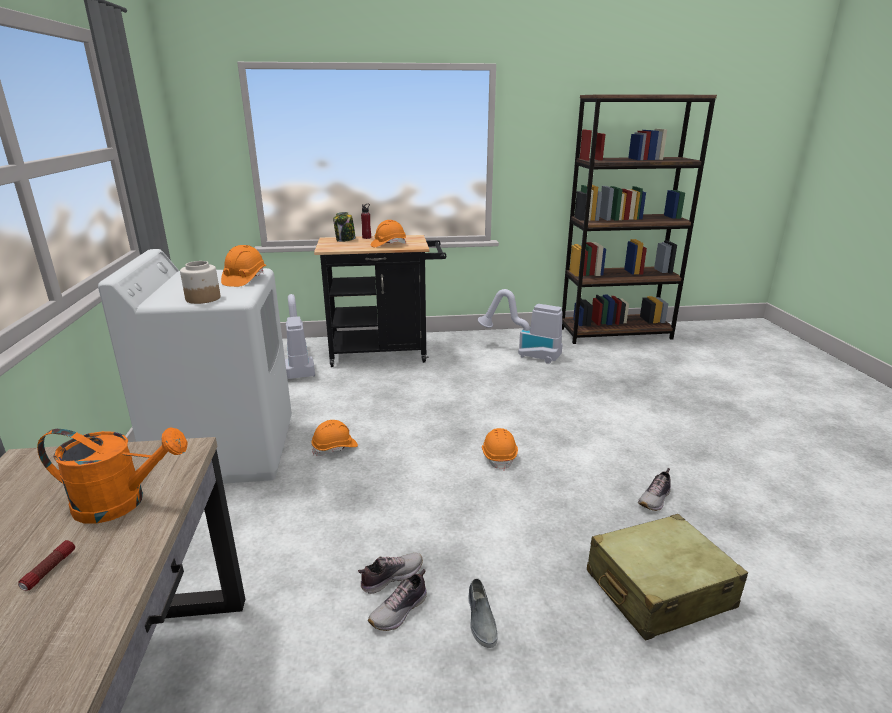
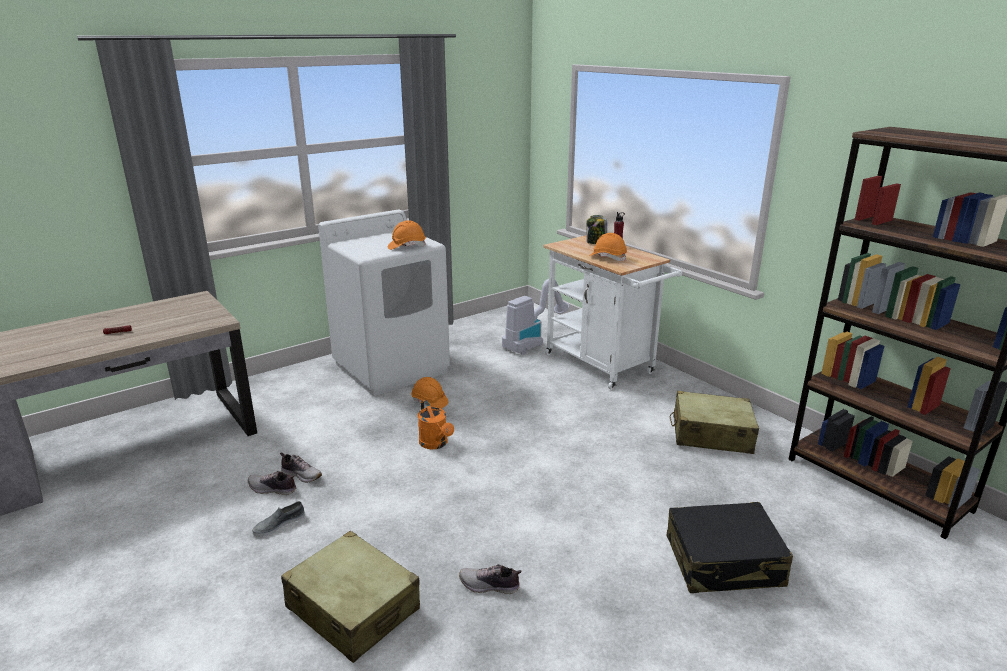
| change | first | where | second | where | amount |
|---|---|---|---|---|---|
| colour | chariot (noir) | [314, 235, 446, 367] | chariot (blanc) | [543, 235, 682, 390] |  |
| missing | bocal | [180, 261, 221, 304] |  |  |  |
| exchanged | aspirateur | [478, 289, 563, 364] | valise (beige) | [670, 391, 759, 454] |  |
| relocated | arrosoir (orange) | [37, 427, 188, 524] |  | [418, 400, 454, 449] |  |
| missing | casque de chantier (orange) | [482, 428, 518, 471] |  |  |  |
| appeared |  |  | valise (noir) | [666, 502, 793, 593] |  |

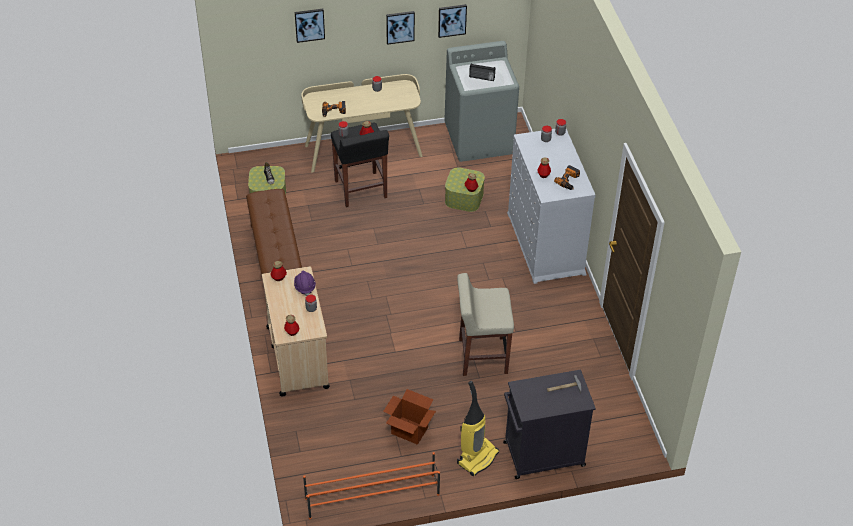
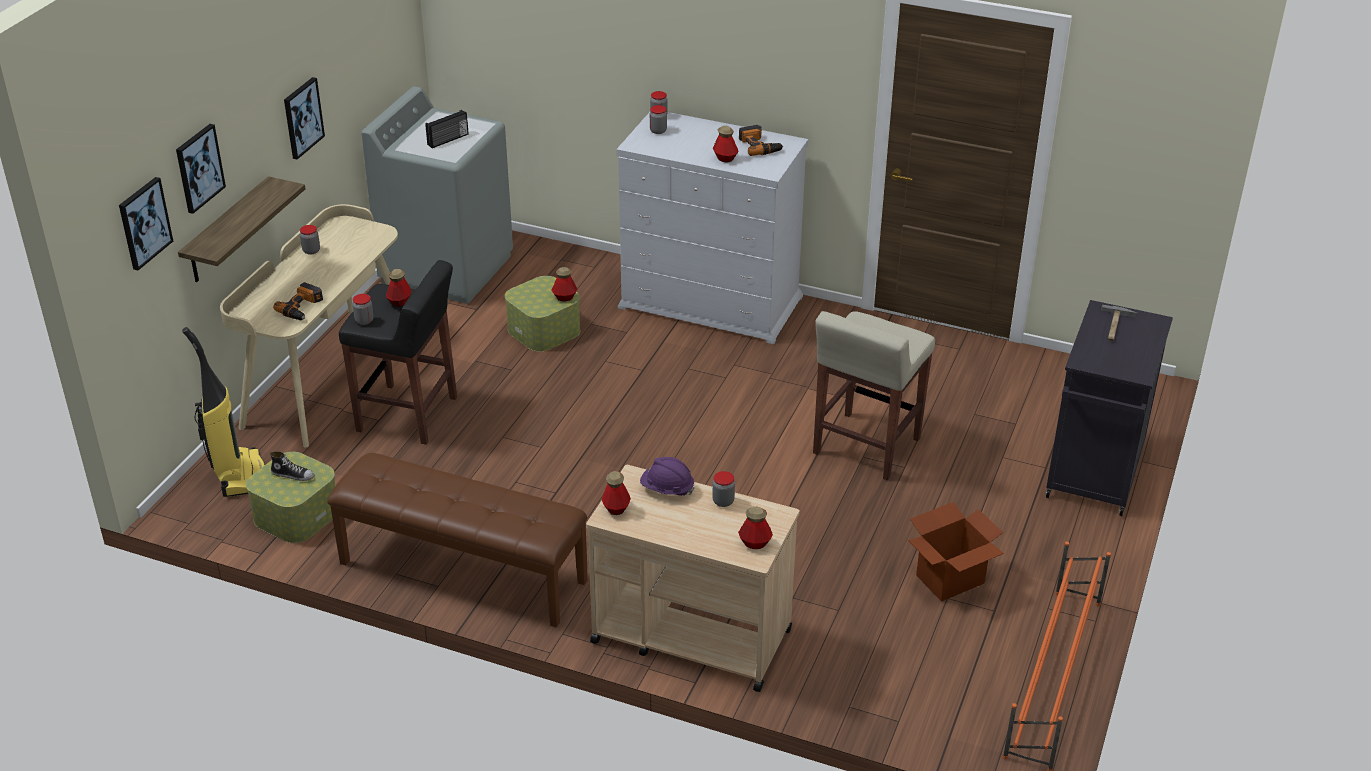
| change | first | where | second | where | amount |
|---|---|---|---|---|---|
| relocated | tableau | [438, 4, 467, 38] |  | [119, 177, 173, 270] |  |
| relocated | aspirateur | [457, 381, 499, 476] |  | [182, 327, 265, 497] |  |
| appeared |  |  | étagère | [178, 176, 306, 282] |  |

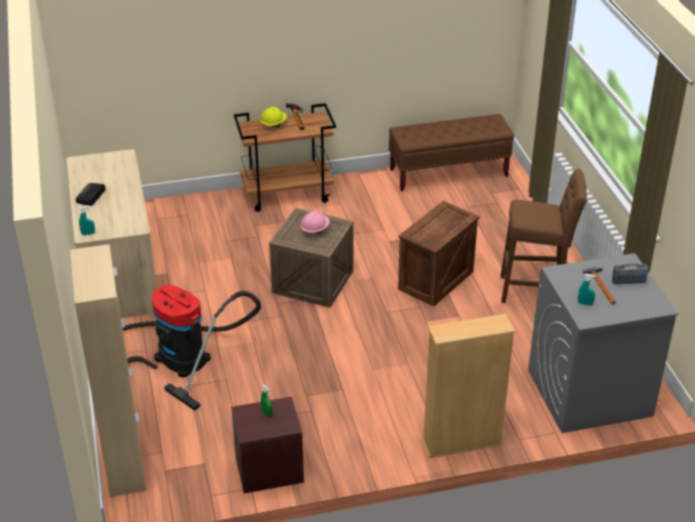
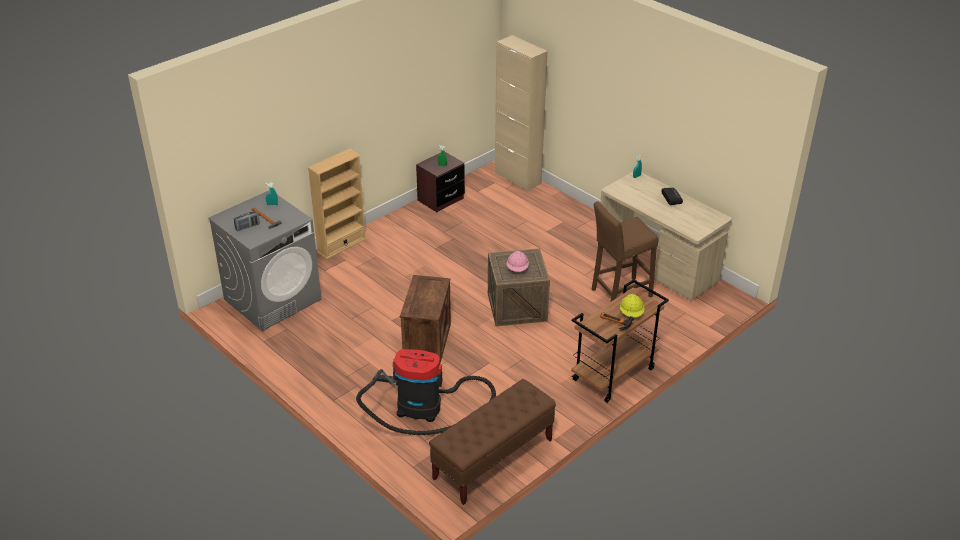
| change | first | where | second | where | amount |
|---|---|---|---|---|---|
| relocated | tabouret (marron) | [500, 168, 587, 303] |  | [592, 201, 658, 302] |  |
| relocated | aspirateur | [123, 285, 261, 411] |  | [356, 349, 496, 435] |  |

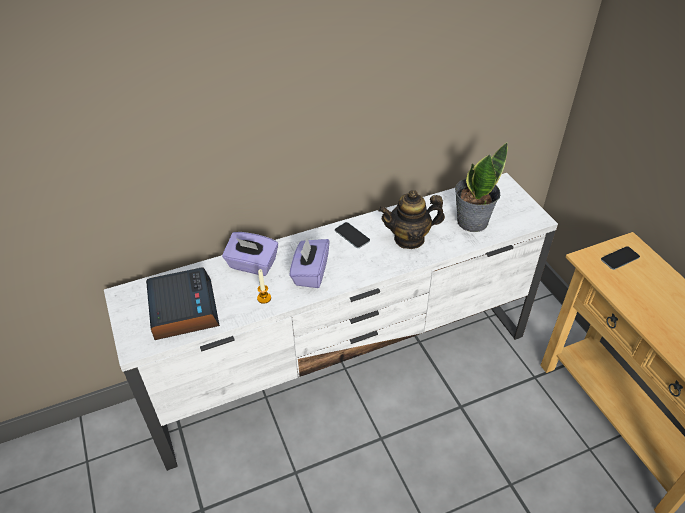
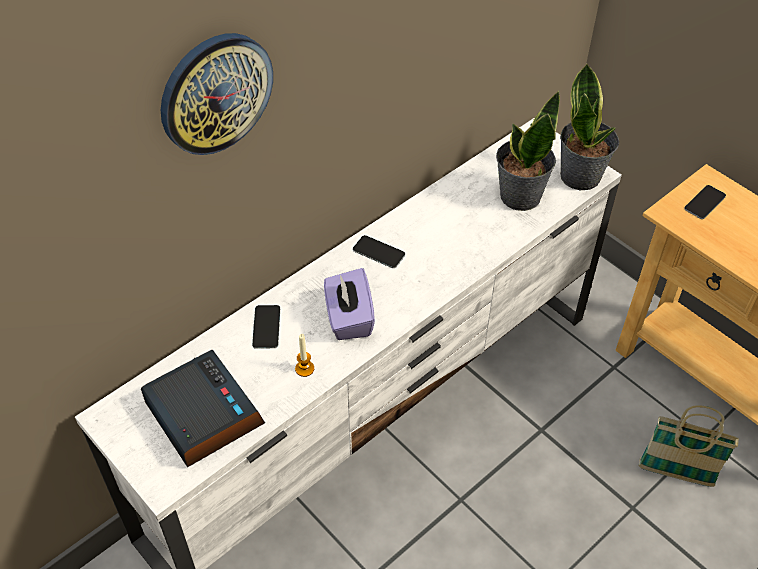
| change | first | where | second | where | amount |
|---|---|---|---|---|---|
| missing | théière | [378, 190, 445, 249] |  |  |  |
| exchanged | boîte à mouchoirs (violet) | [222, 232, 278, 276] | téléphone | [252, 305, 280, 349] |  |
| appeared |  |  | horloge murale | [161, 33, 273, 155] |  |
| appeared |  |  | plante en pot | [560, 63, 619, 190] |  |
| appeared |  |  | panier | [639, 405, 739, 487] |  |

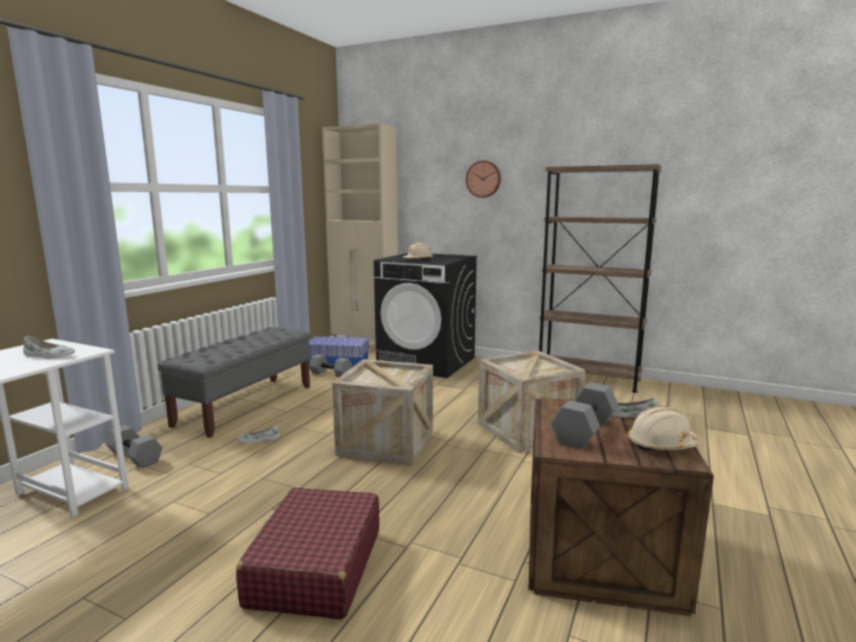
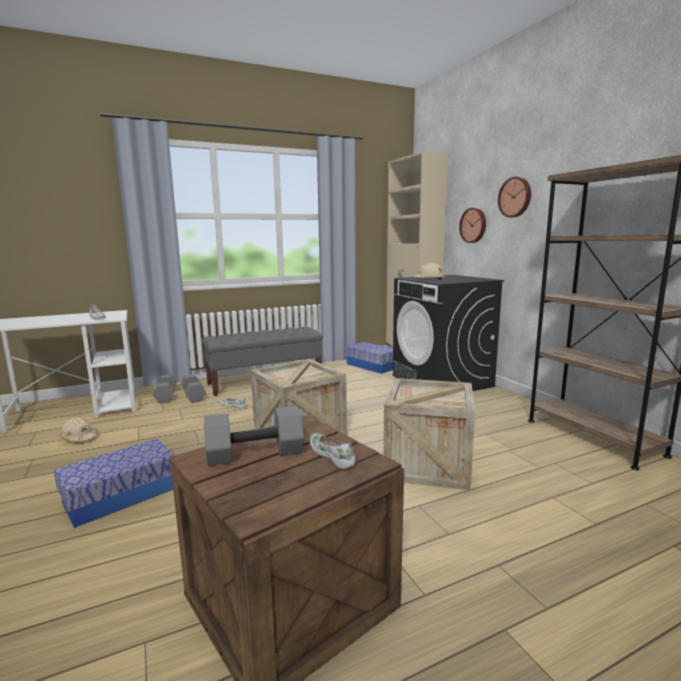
| change | first | where | second | where | amount |
|---|---|---|---|---|---|
| relocated | haltère (gris) | [309, 354, 352, 377] |  | [181, 374, 206, 403] |  |
| relocated | casque de chantier (beige) | [627, 406, 702, 450] |  | [60, 417, 97, 442] |  |
| exchanged | valise (rouge) | [236, 488, 379, 620] | boîte de rangement | [54, 438, 176, 528] |  |
| appeared |  |  | horloge murale | [459, 208, 486, 243] |  |

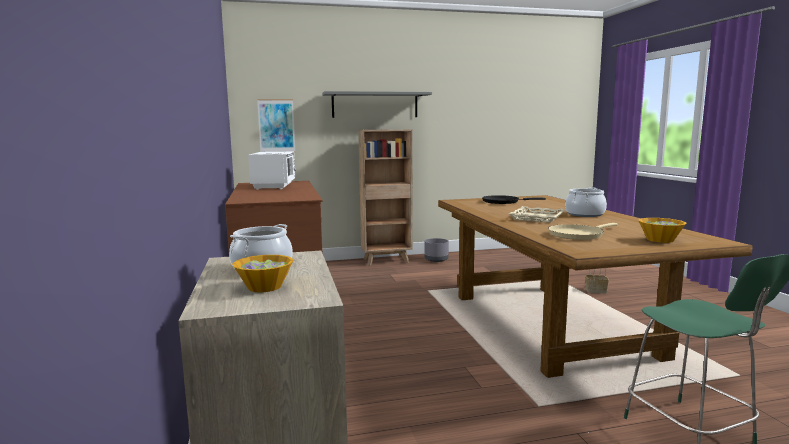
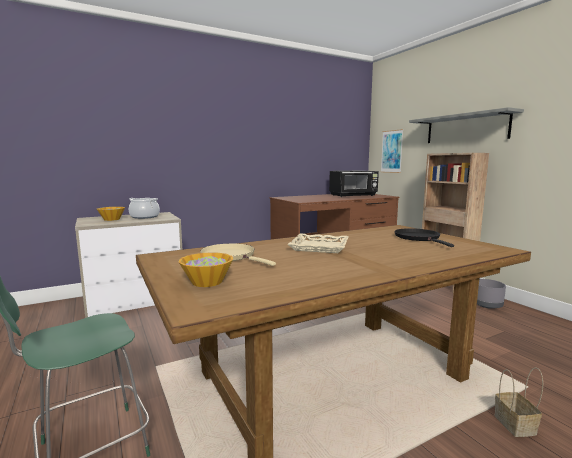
| change | first | where | second | where | amount |
|---|---|---|---|---|---|
| colour | micro-ondes (blanc) | [248, 152, 296, 190] | micro-ondes (noir) | [329, 170, 379, 197] |  |
| missing | marmite | [565, 187, 607, 217] |  |  |  |

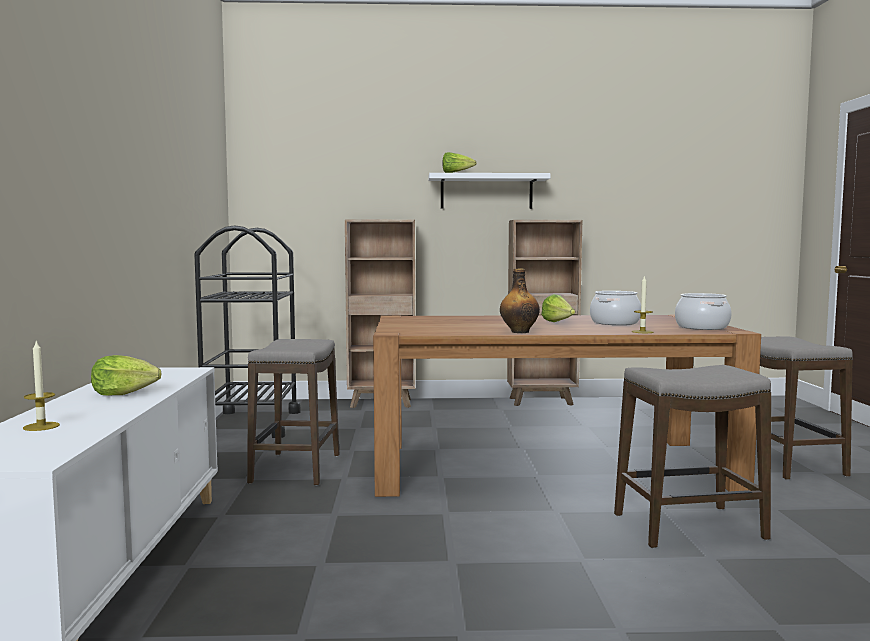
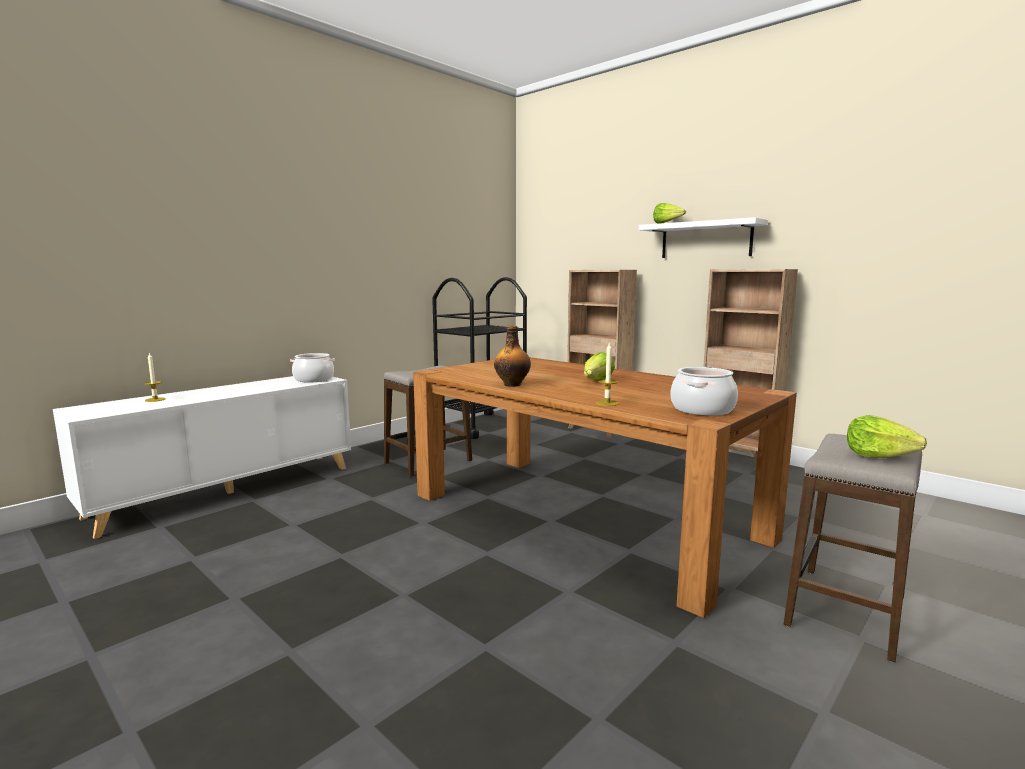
| change | first | where | second | where | amount |
|---|---|---|---|---|---|
| relocated | marmite | [590, 291, 641, 325] |  | [290, 353, 335, 383] |  |
| relocated | laitue | [91, 355, 161, 395] |  | [847, 415, 927, 458] |  |
| missing | tabouret | [614, 365, 771, 548] |  |  |  |

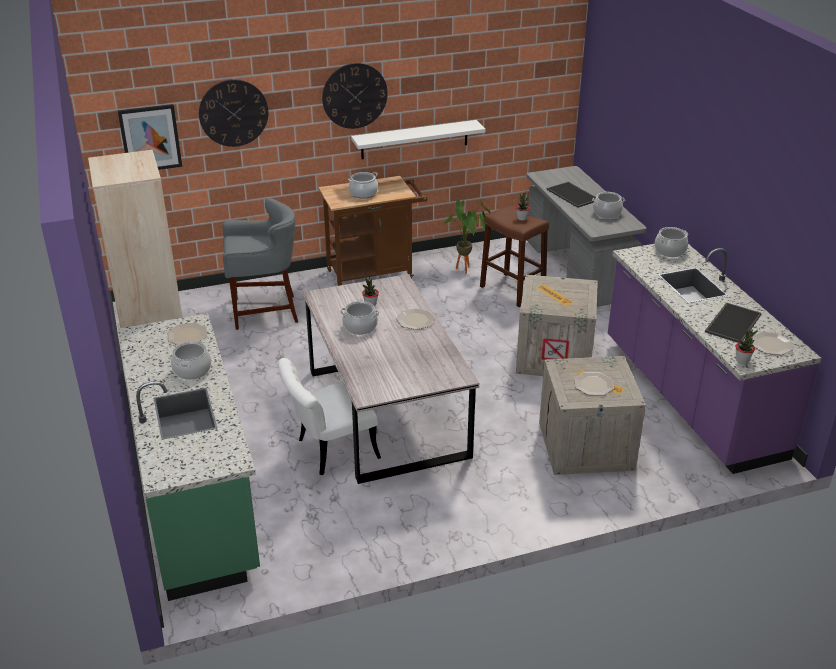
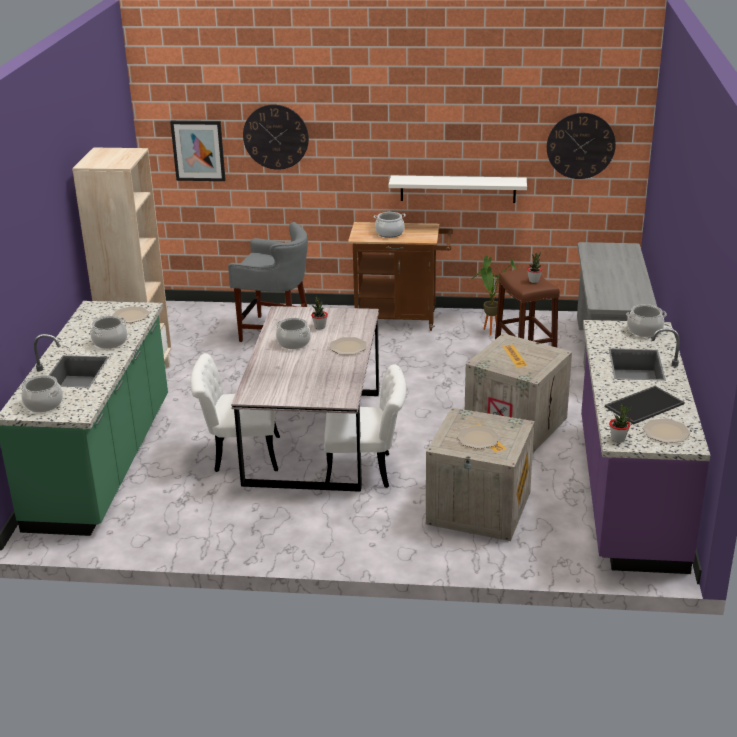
| change | first | where | second | where | amount |
|---|---|---|---|---|---|
| relocated | horloge murale | [322, 63, 388, 129] |  | [547, 113, 616, 179] |  |
| missing | plateau | [547, 182, 596, 208] |  |  |  |
| relocated | marmite | [592, 192, 625, 219] |  | [21, 375, 63, 412] |  |
| appeared |  |  | chaise (blanc) | [324, 364, 406, 488] |  |

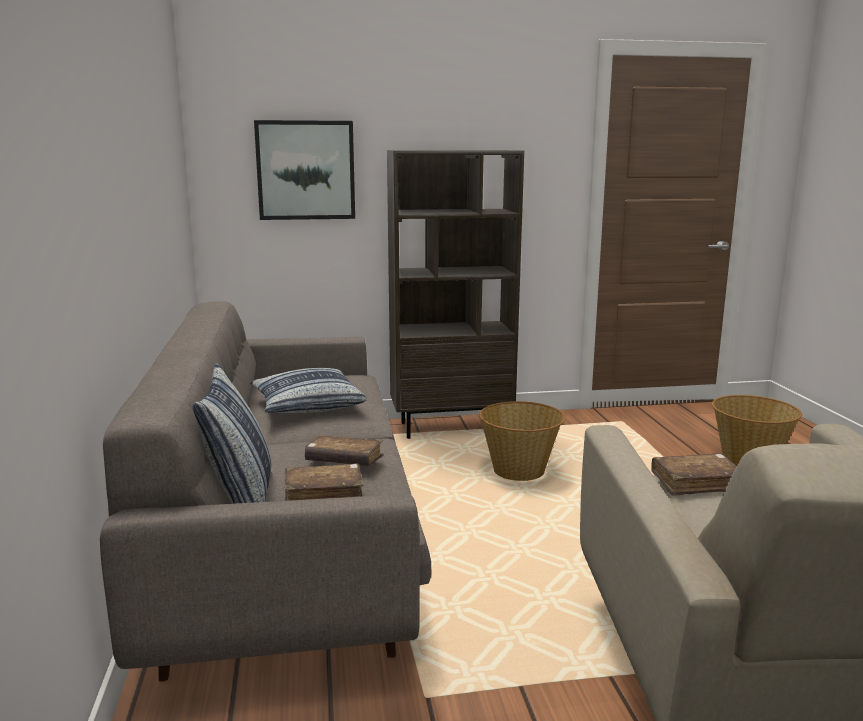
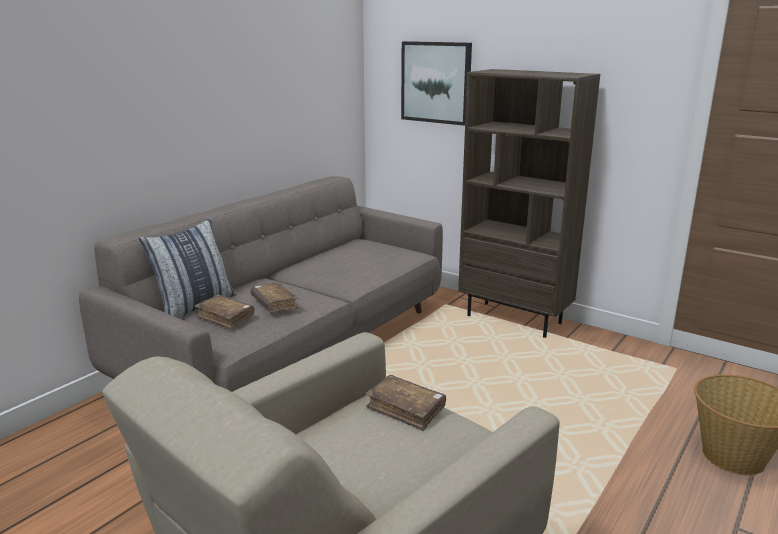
| change | first | where | second | where | amount |
|---|---|---|---|---|---|
| missing | coussin | [250, 368, 367, 413] |  |  |  |
| missing | panier | [479, 401, 566, 481] |  |  |  |

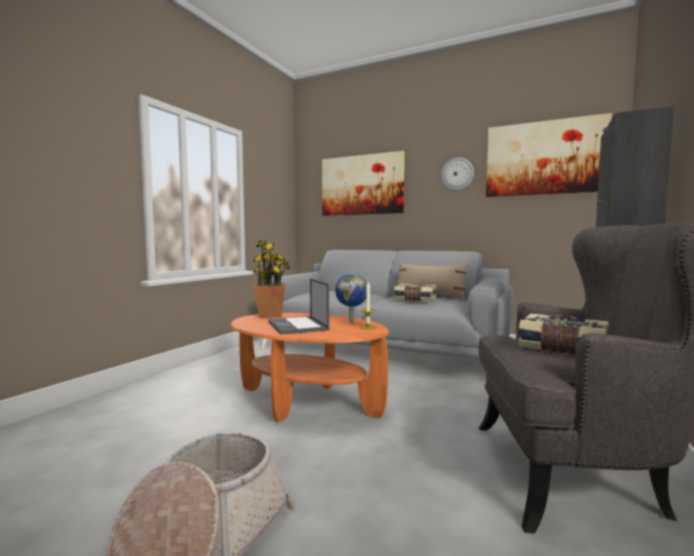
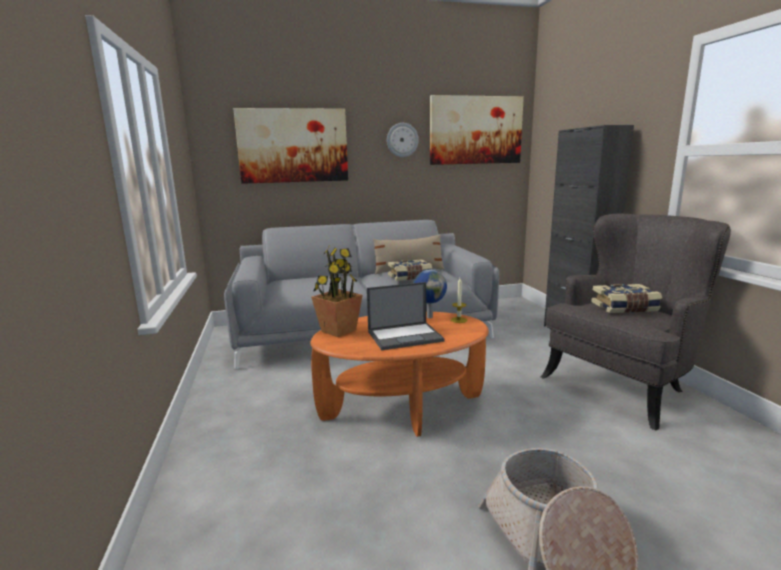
| change | first | where | second | where | amount |
|---|---|---|---|---|---|
| spun | ordinateur portable | [268, 278, 329, 335] |  | [367, 282, 445, 350] | 45 degrees counterclockwise |

